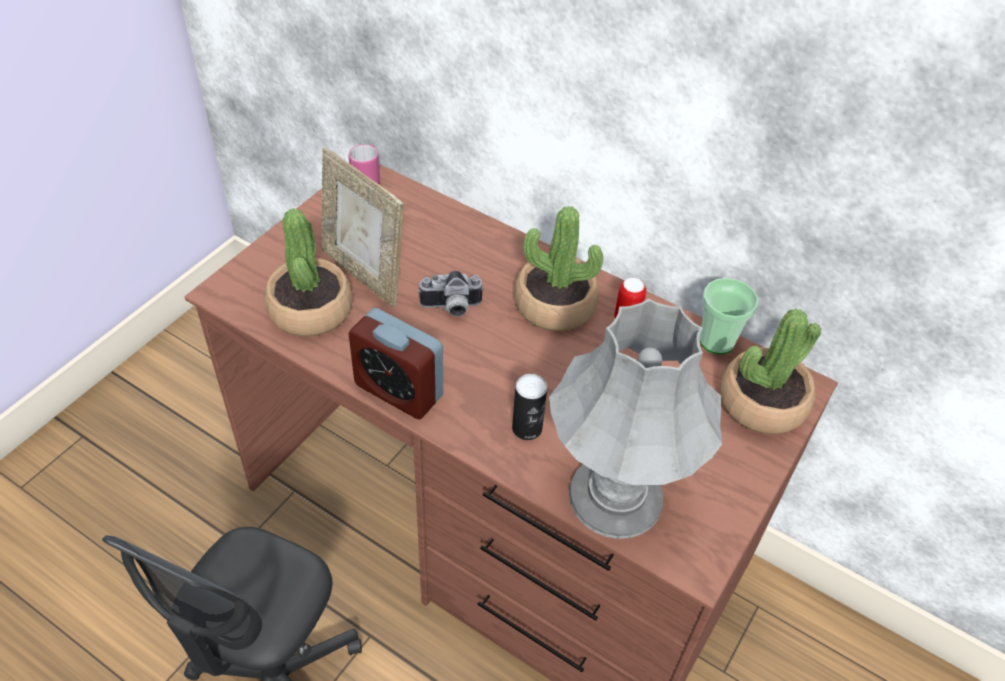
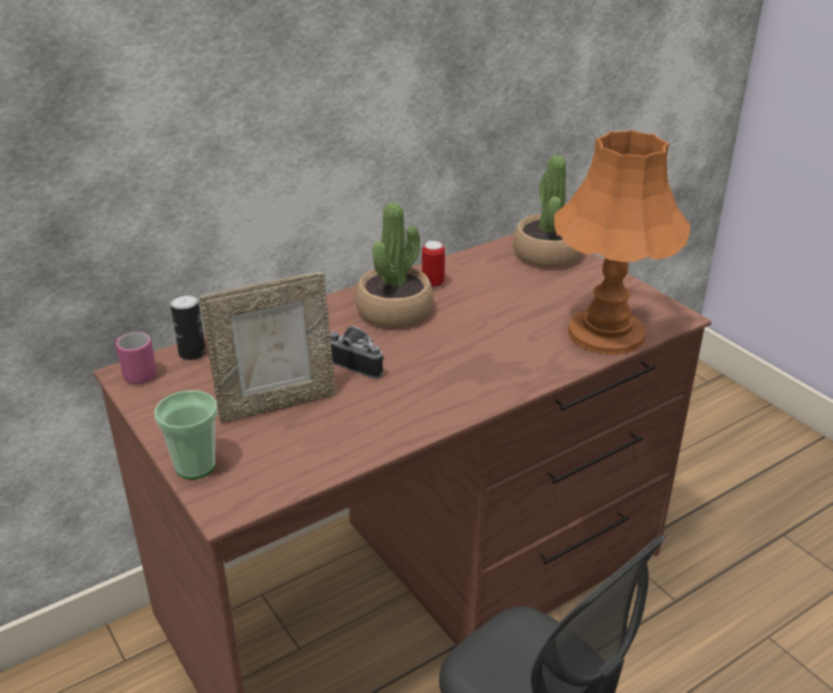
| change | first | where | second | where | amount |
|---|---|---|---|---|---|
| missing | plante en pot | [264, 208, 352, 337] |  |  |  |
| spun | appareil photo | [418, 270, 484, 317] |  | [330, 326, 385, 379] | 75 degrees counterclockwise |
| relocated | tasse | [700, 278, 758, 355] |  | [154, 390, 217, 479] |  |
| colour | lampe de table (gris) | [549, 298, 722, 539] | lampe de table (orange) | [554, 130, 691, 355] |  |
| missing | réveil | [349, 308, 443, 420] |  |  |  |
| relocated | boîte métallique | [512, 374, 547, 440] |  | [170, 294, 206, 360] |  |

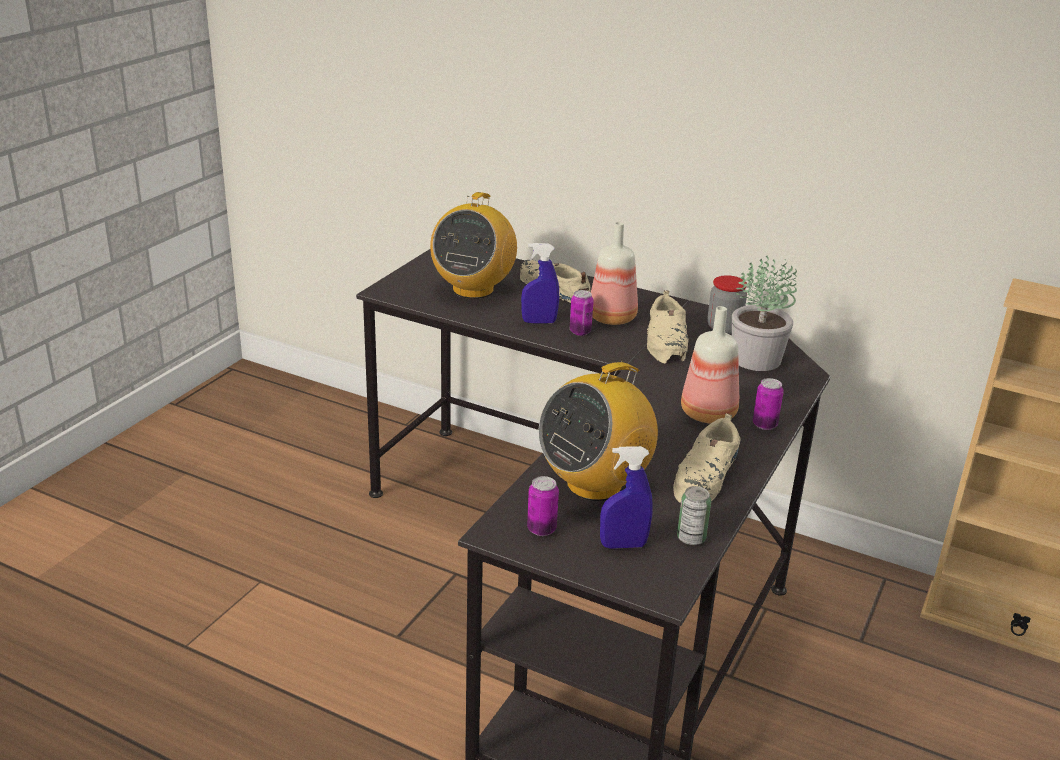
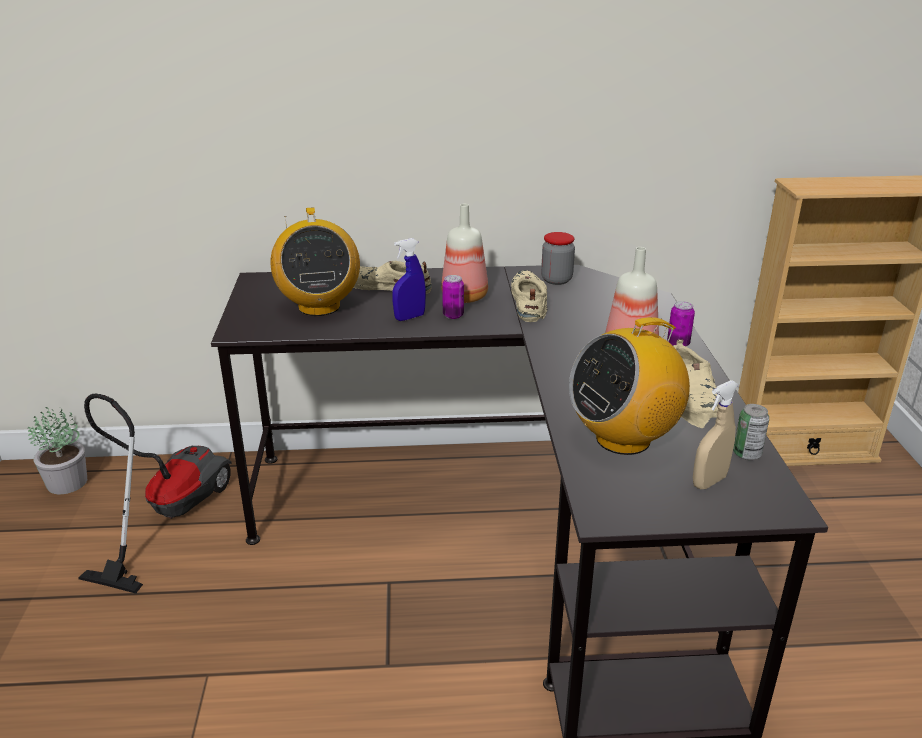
| change | first | where | second | where | amount |
|---|---|---|---|---|---|
| relocated | plante en pot | [732, 256, 797, 371] |  | [28, 407, 87, 495] |  |
| spun | chaussure (beige) | [647, 290, 689, 364] |  | [511, 270, 547, 322] | 150 degrees counterclockwise |
| spun | radio | [539, 360, 658, 501] |  | [569, 317, 690, 455] | 45 degrees clockwise |
| colour | vaporisateur (bleu) | [600, 446, 653, 549] | vaporisateur (beige) | [693, 380, 739, 489] |  |
| missing | boîte métallique | [527, 476, 559, 536] |  |  |  |
| appeared |  |  | aspirateur | [78, 394, 232, 594] |  |

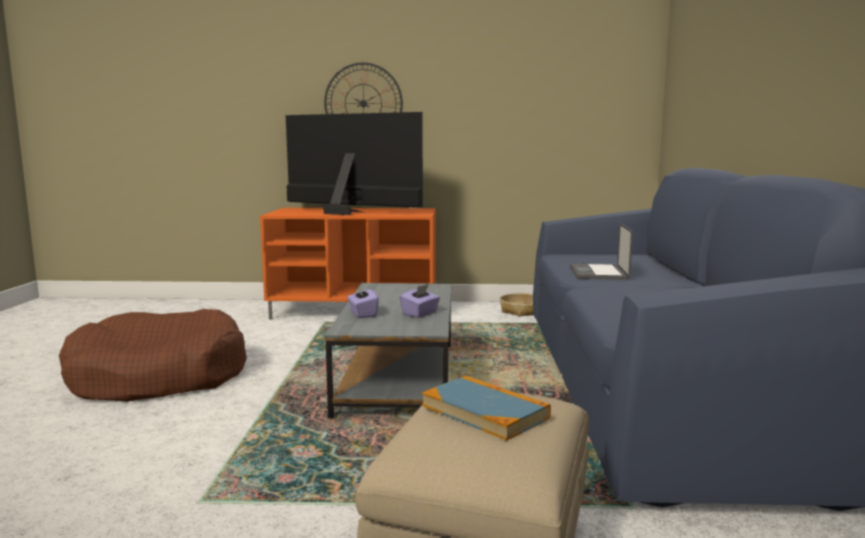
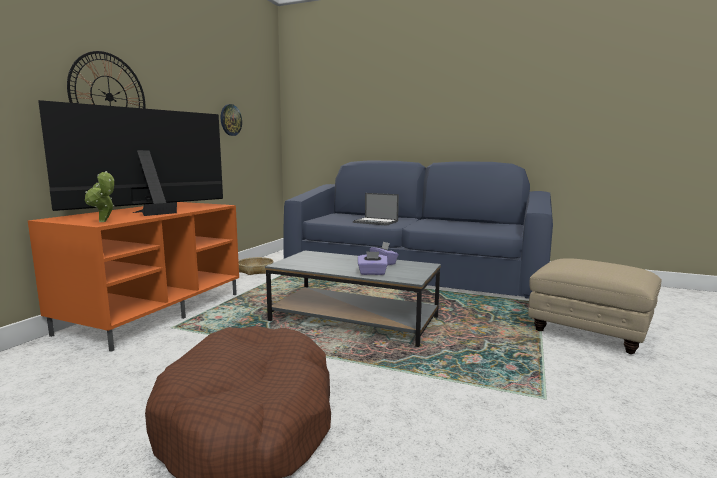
| change | first | where | second | where | amount |
|---|---|---|---|---|---|
| missing | livre | [422, 376, 551, 441] |  |  |  |
| appeared |  |  | horloge murale | [221, 104, 242, 136] |  |
| appeared |  |  | plante en pot | [85, 171, 114, 222] |  |

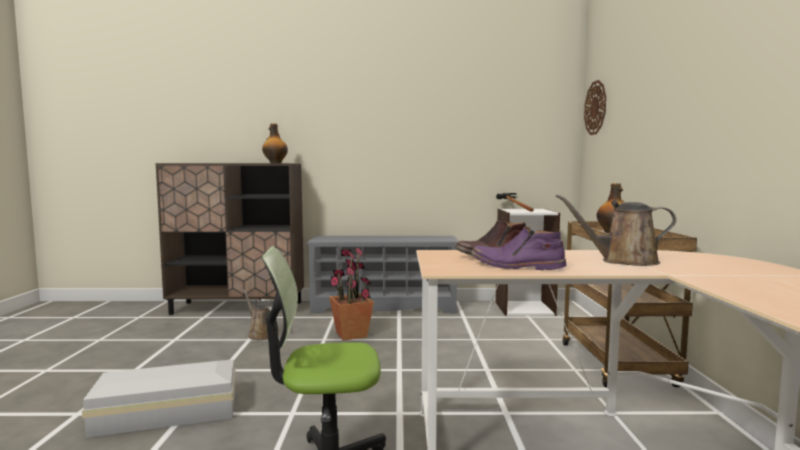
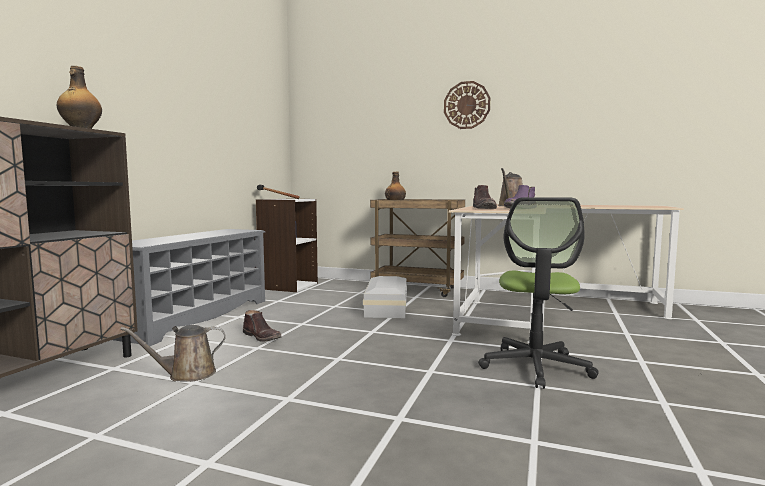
| change | first | where | second | where | amount |
|---|---|---|---|---|---|
| relocated | horloge murale | [584, 80, 606, 135] |  | [444, 81, 490, 129] |  |
| exchanged | plante en pot | [329, 247, 374, 341] | botte (marron) | [243, 310, 282, 341] |  |
| relocated | boîte de rangement (blanc) | [82, 359, 236, 438] |  | [363, 276, 407, 318] |  |

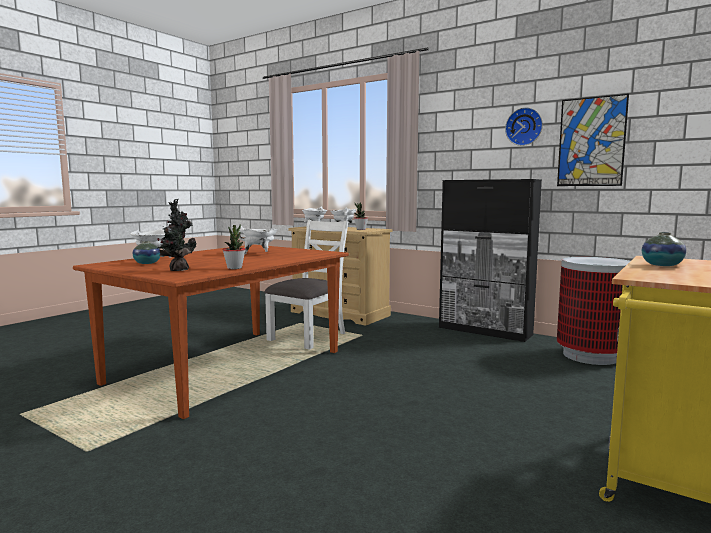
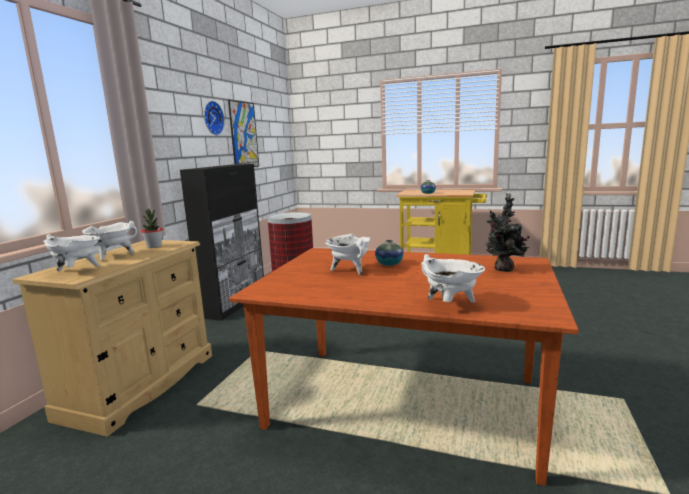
| change | first | where | second | where | amount |
|---|---|---|---|---|---|
| missing | chaise (blanc) | [264, 219, 348, 350] |  |  |  |
| missing | plante en pot | [223, 224, 245, 269] |  |  |  |
| relocated | vase | [133, 241, 160, 264] |  | [375, 240, 404, 266] |  |

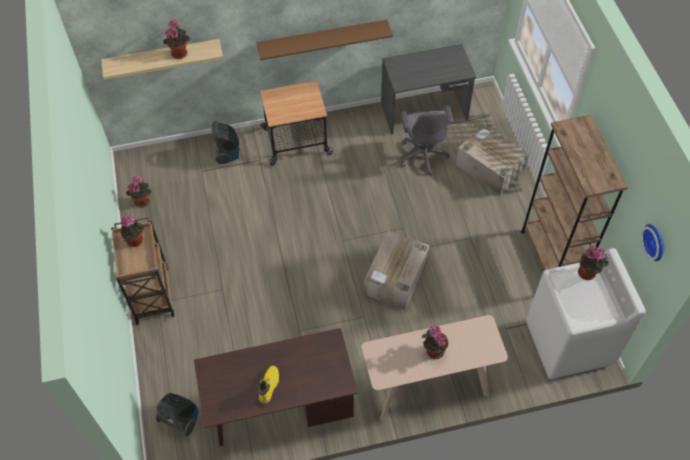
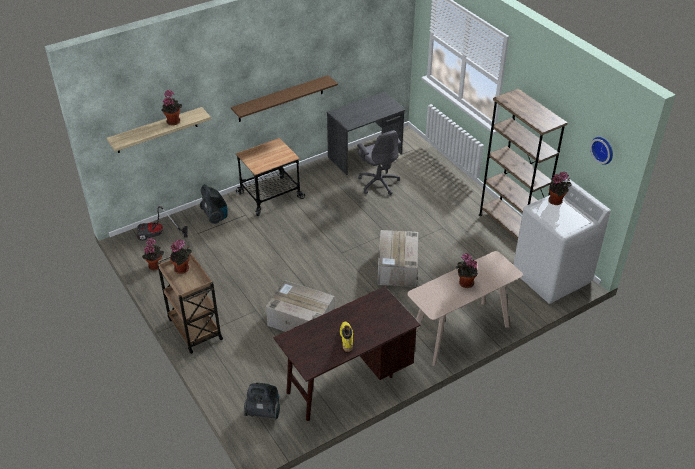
| change | first | where | second | where | amount |
|---|---|---|---|---|---|
| relocated | carton | [456, 124, 529, 195] |  | [266, 280, 335, 332] |  |
| appeared |  |  | aspirateur | [137, 206, 188, 241] |  |

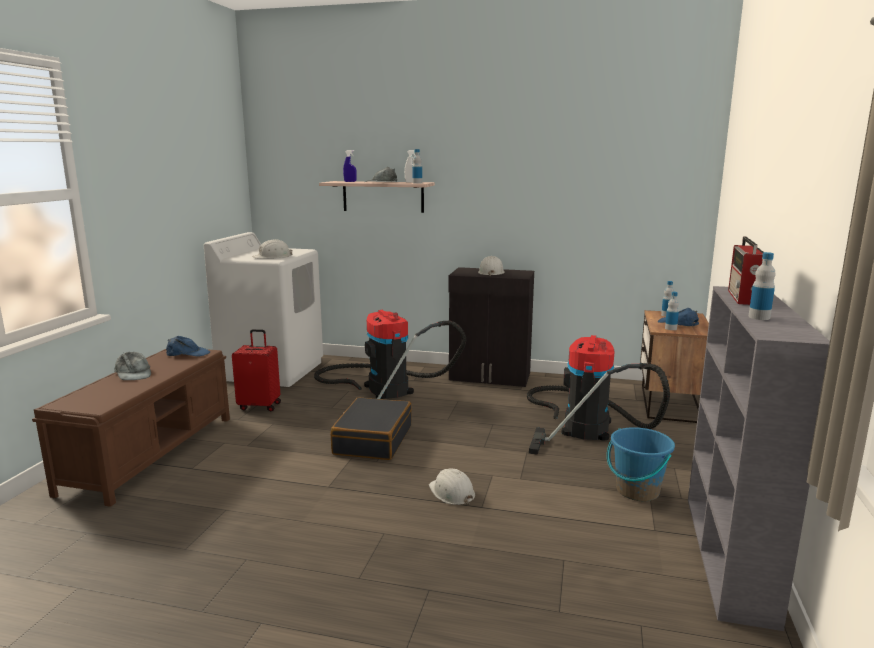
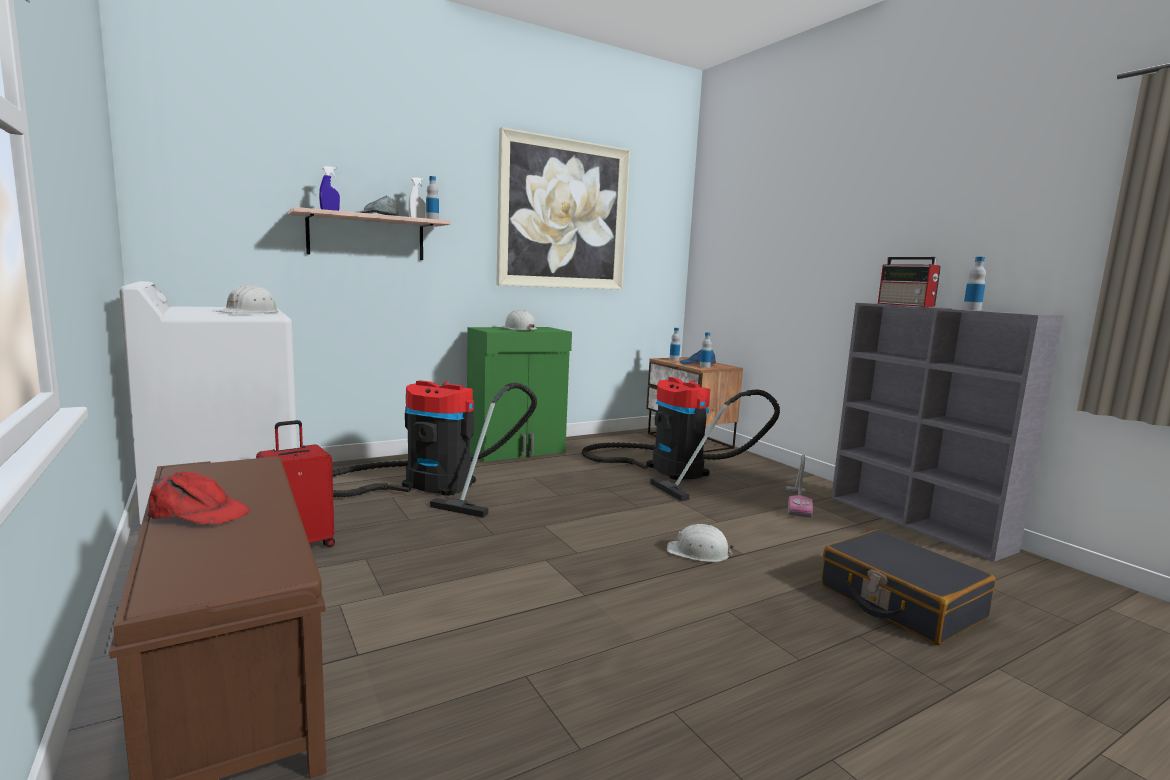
| change | first | where | second | where | amount |
|---|---|---|---|---|---|
| colour | meuble de rangement (noir) | [448, 267, 534, 387] | meuble de rangement (vert) | [467, 327, 572, 462] |  |
| missing | casquette (bleu) | [166, 336, 210, 356] |  |  |  |
| colour | casquette (gris) | [114, 352, 151, 380] | casquette (rouge) | [148, 471, 250, 525] |  |
| relocated | valise (noir) | [331, 397, 412, 460] |  | [821, 530, 996, 645] |  |
| exchanged | seau (bleu) | [607, 427, 675, 501] | aspirateur | [786, 454, 813, 518] |  |
| appeared |  |  | tableau | [496, 127, 630, 290] |  |

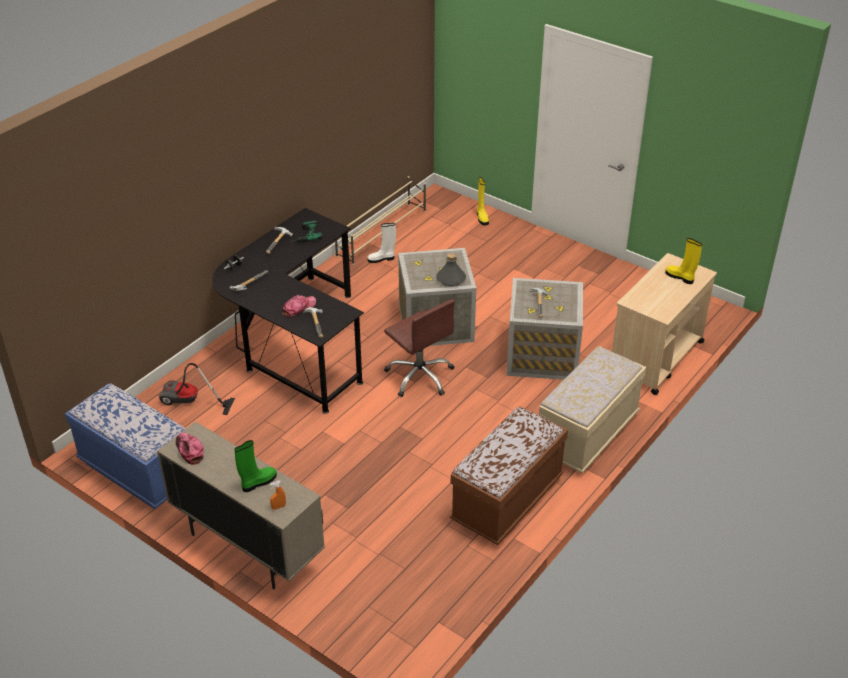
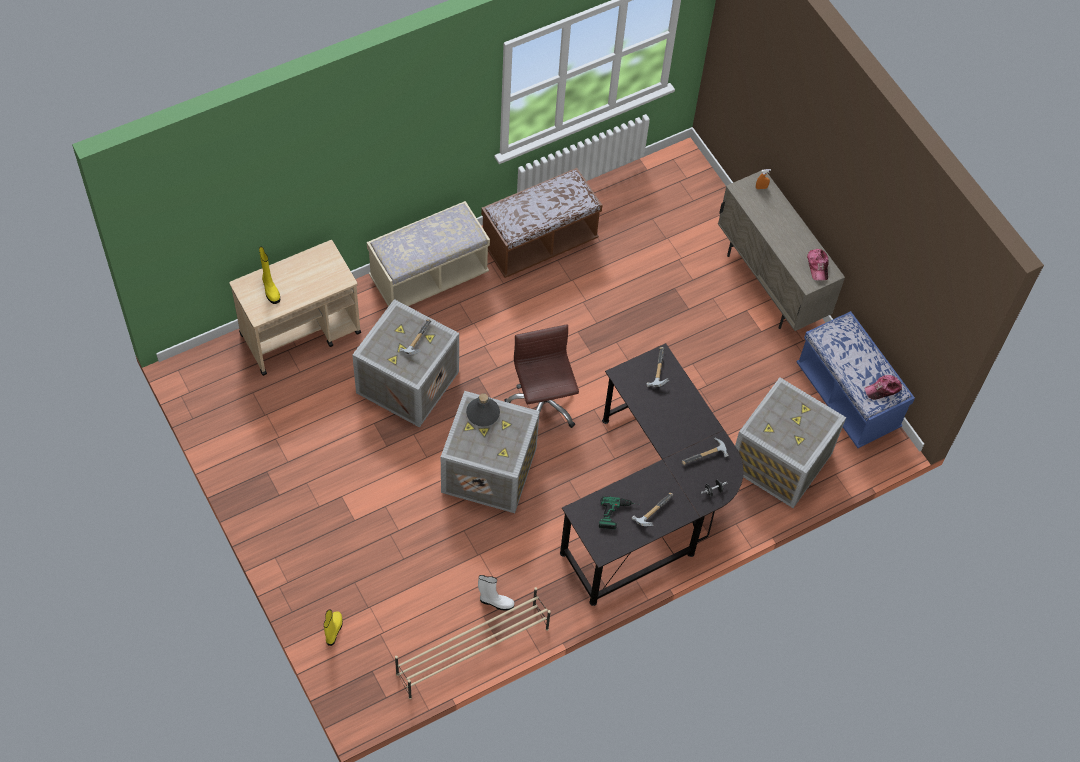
| change | first | where | second | where | amount |
|---|---|---|---|---|---|
| relocated | casquette | [282, 295, 316, 317] |  | [865, 375, 902, 400] |  |
| exchanged | aspirateur | [159, 363, 235, 415] | caisse | [735, 378, 846, 508] |  |
| missing | botte (vert) | [234, 440, 277, 492] |  |  |  |

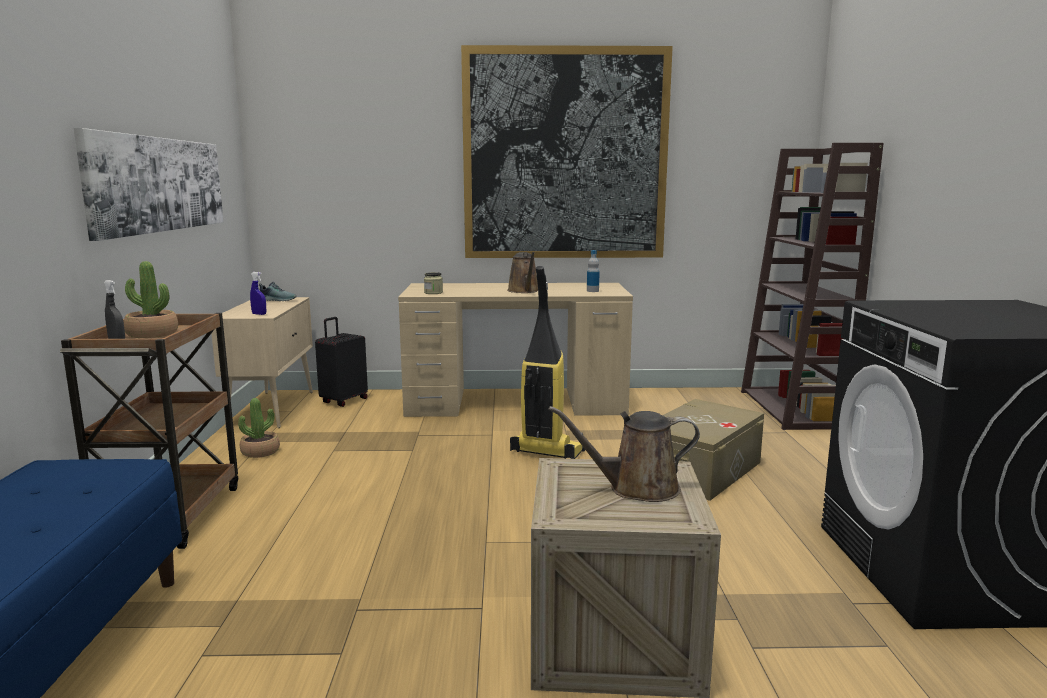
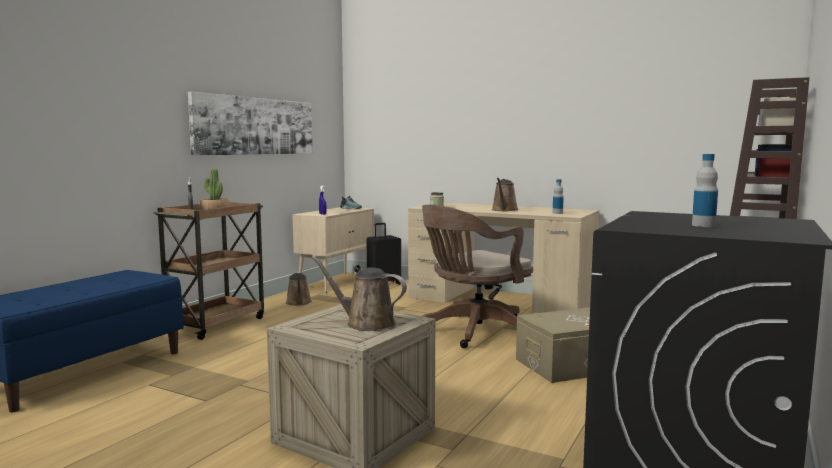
| change | first | where | second | where | amount |
|---|---|---|---|---|---|
| missing | tableau | [461, 45, 673, 258] |  |  |  |
| exchanged | aspirateur | [510, 266, 585, 459] | chaise de bureau (marron) | [422, 204, 533, 348] |  |
| exchanged | plante en pot | [238, 398, 280, 458] | arrosoir (marron) | [286, 273, 312, 306] |  |
| appeared |  |  | bouteille | [692, 154, 718, 227] |  |

